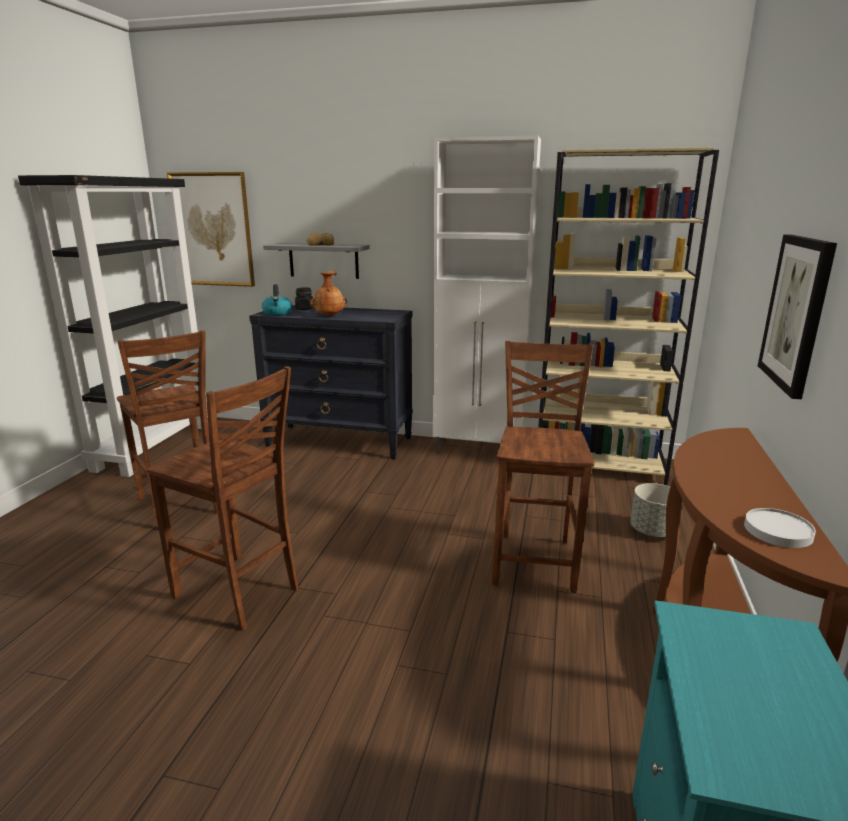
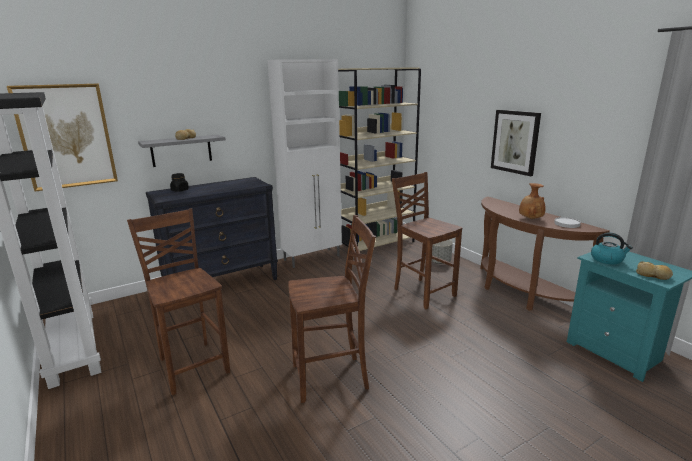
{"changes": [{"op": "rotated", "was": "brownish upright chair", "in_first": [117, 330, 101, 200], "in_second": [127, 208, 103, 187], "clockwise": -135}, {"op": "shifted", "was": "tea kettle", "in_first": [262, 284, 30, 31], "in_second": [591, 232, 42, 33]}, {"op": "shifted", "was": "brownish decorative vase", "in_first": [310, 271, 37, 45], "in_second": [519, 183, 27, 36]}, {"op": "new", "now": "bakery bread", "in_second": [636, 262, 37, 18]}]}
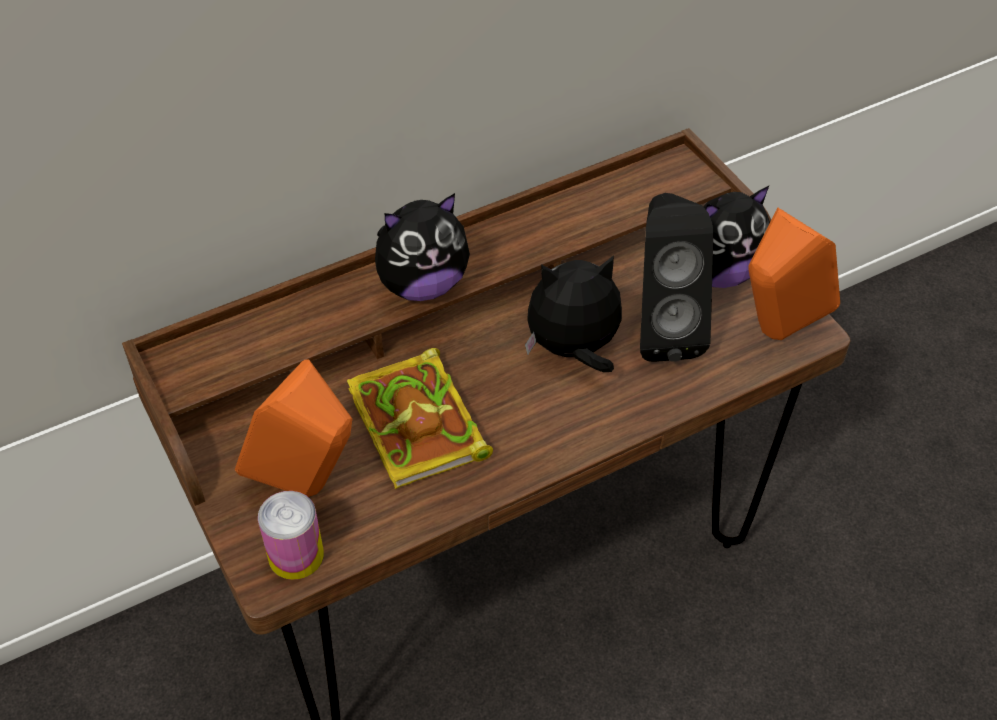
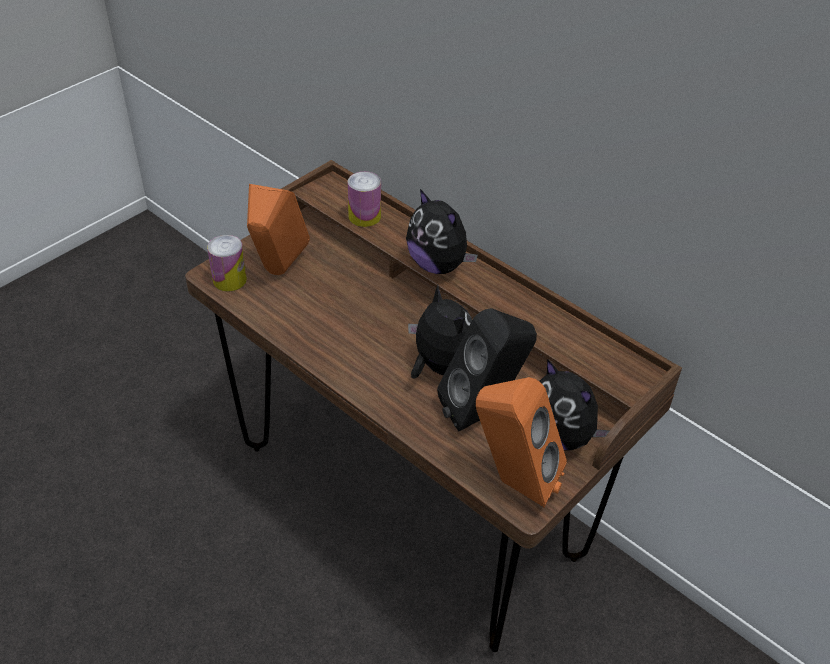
{"changes": [{"op": "gone", "was": "volume", "in_first": [347, 348, 146, 141]}, {"op": "new", "now": "metal can", "in_second": [348, 172, 33, 55]}]}
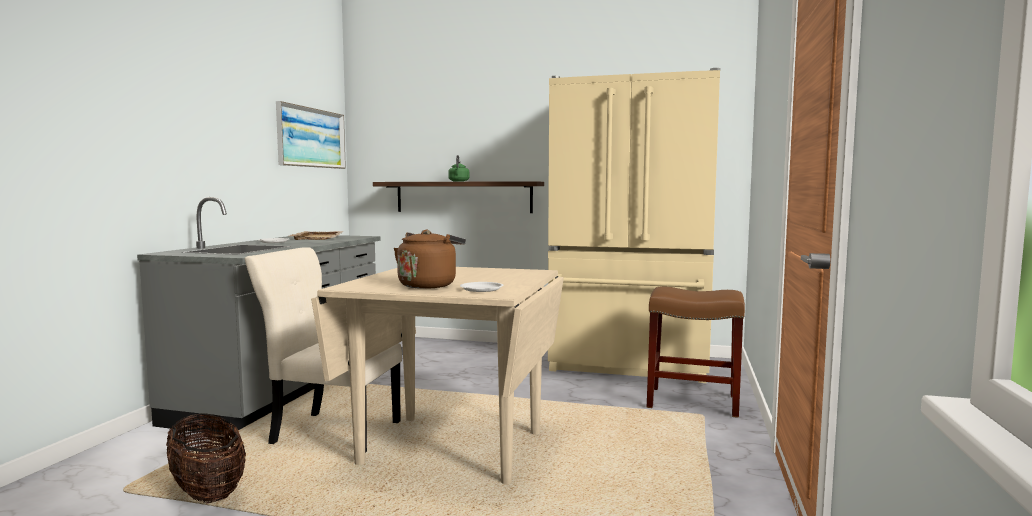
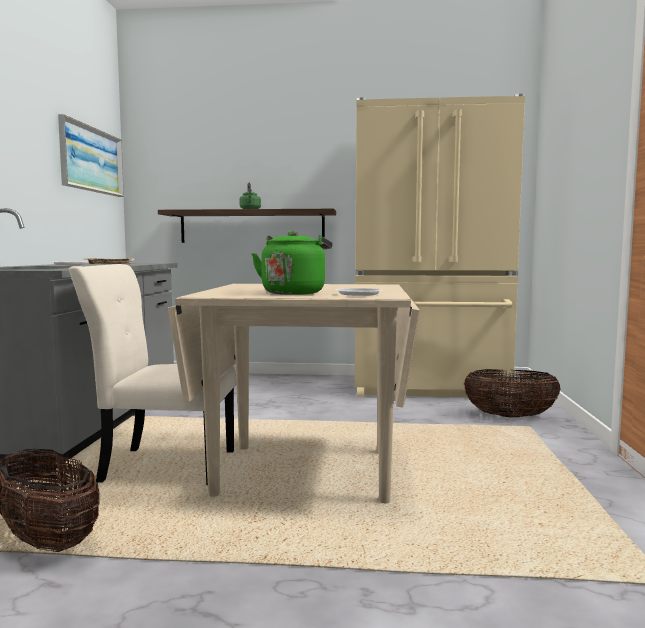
{"changes": [{"op": "repainted", "was": "brownish tea kettle", "now": "green-coloured tea kettle", "in_first": [394, 230, 72, 59], "in_second": [252, 231, 81, 64]}, {"op": "swapped", "was": "brownish stool seat", "now": "household basket", "in_first": [647, 287, 98, 131], "in_second": [464, 369, 97, 48]}]}
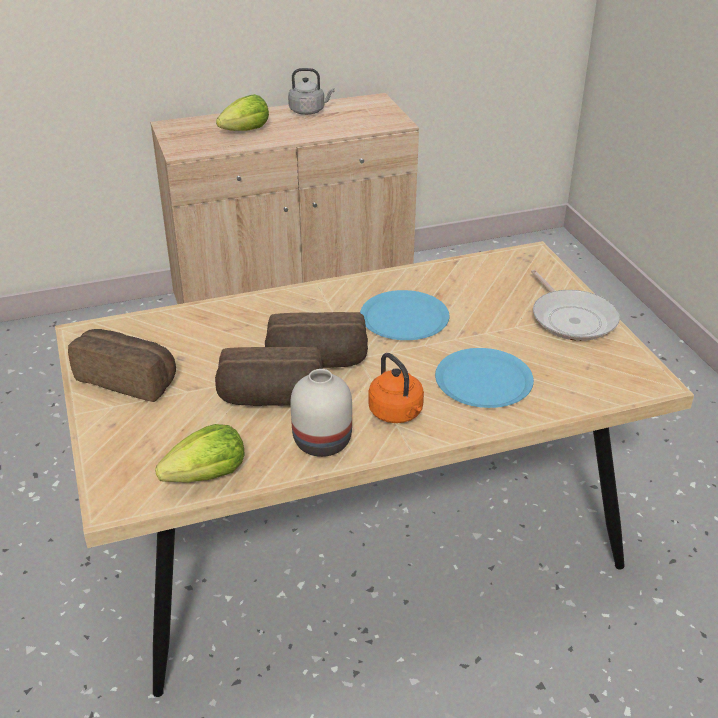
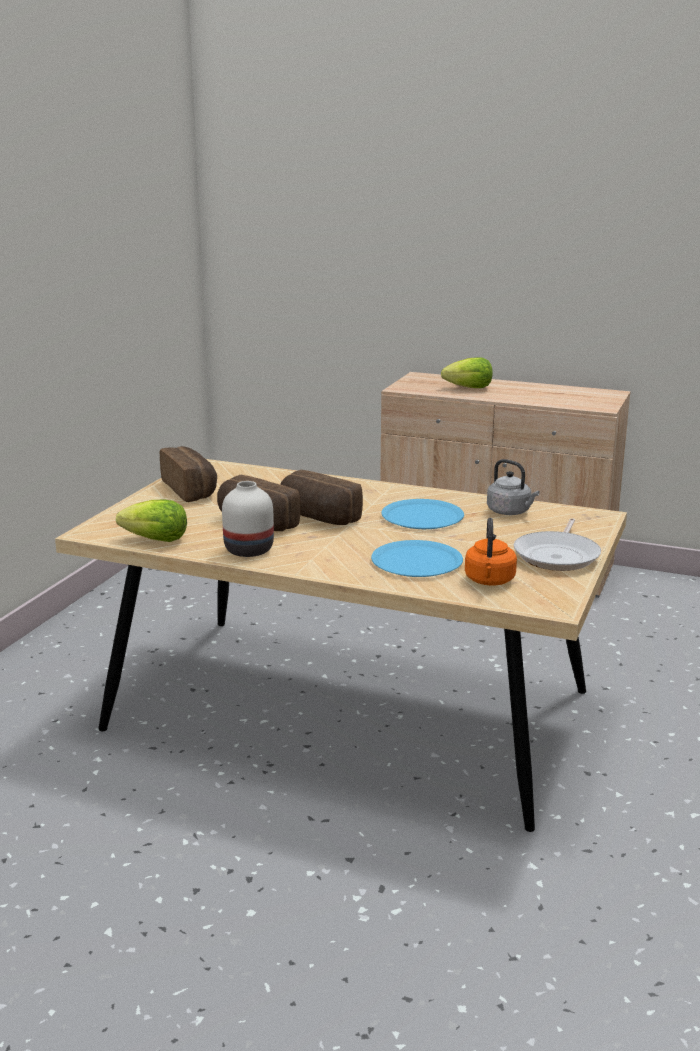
{"changes": [{"op": "shifted", "was": "greyish tea kettle", "in_first": [288, 68, 47, 47], "in_second": [487, 459, 53, 56]}, {"op": "shifted", "was": "orange-coloured tea kettle", "in_first": [368, 353, 56, 70], "in_second": [465, 518, 52, 68]}]}
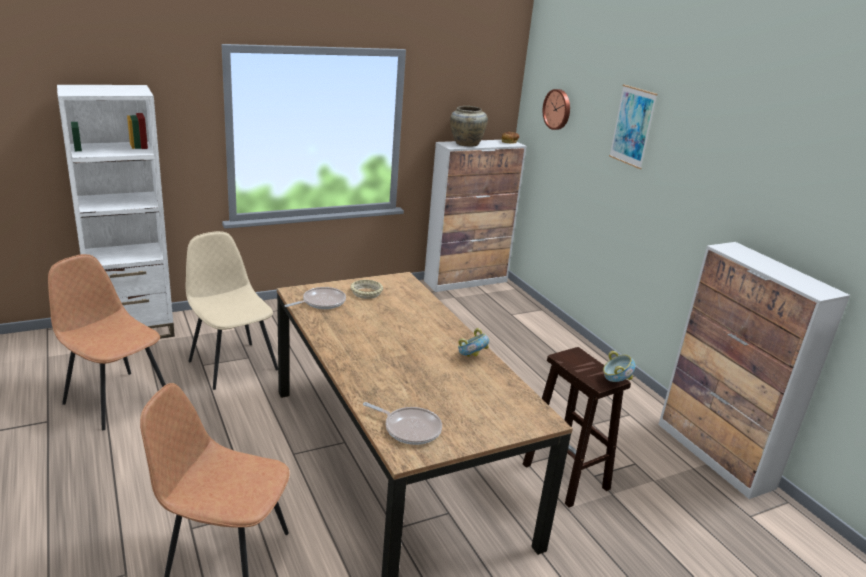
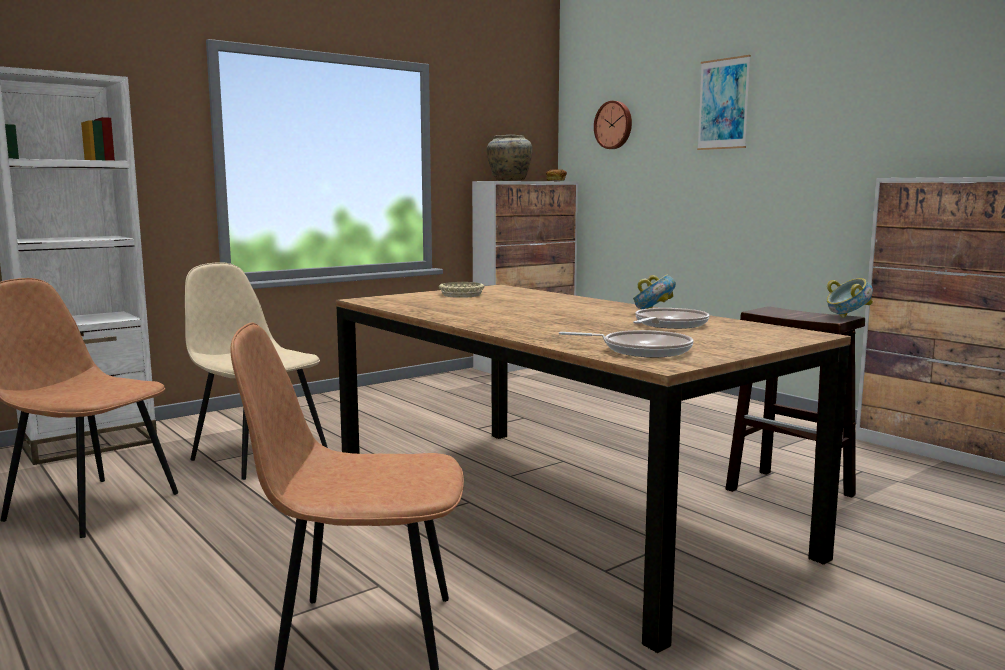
{"changes": [{"op": "shifted", "was": "frying pan", "in_first": [285, 287, 61, 22], "in_second": [633, 308, 77, 21]}]}
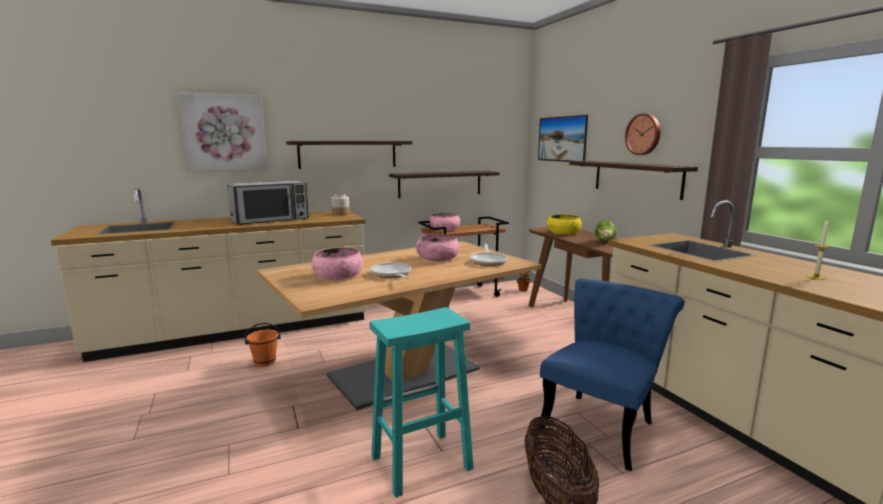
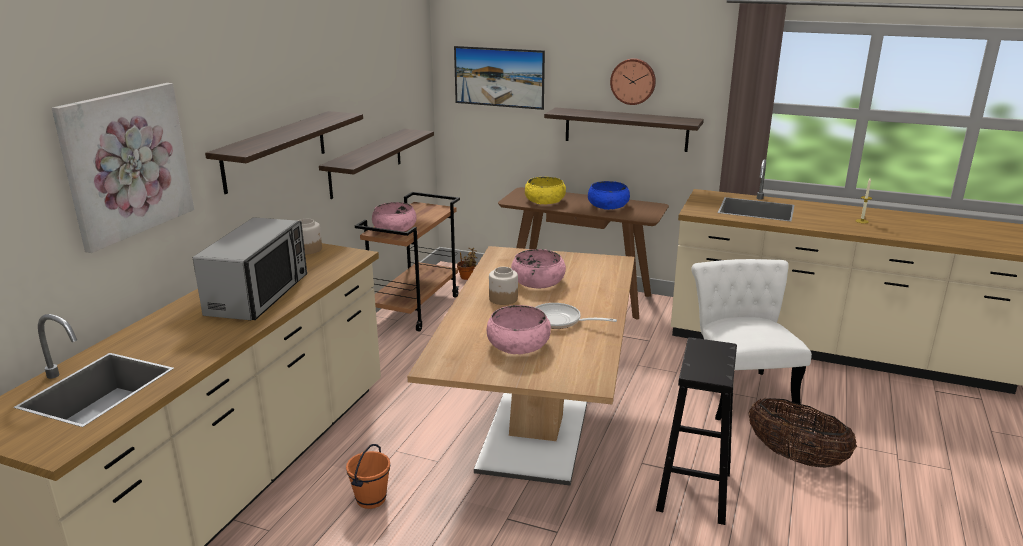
{"changes": [{"op": "repainted", "was": "turquoise stool seat", "now": "black stool seat", "in_first": [370, 307, 104, 191], "in_second": [656, 337, 81, 188]}, {"op": "gone", "was": "frying pan", "in_first": [470, 244, 38, 22]}, {"op": "repainted", "was": "blue-coloured upright chair", "now": "white upright chair", "in_first": [536, 278, 149, 193], "in_second": [691, 259, 121, 161]}, {"op": "swapped", "was": "lettuce", "now": "blue-coloured deep dish", "in_first": [595, 220, 22, 22], "in_second": [588, 181, 42, 29]}, {"op": "new", "now": "storage jar", "in_second": [489, 267, 29, 38]}]}
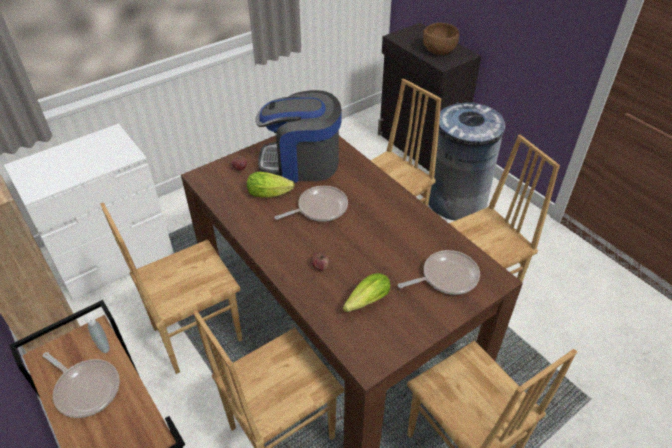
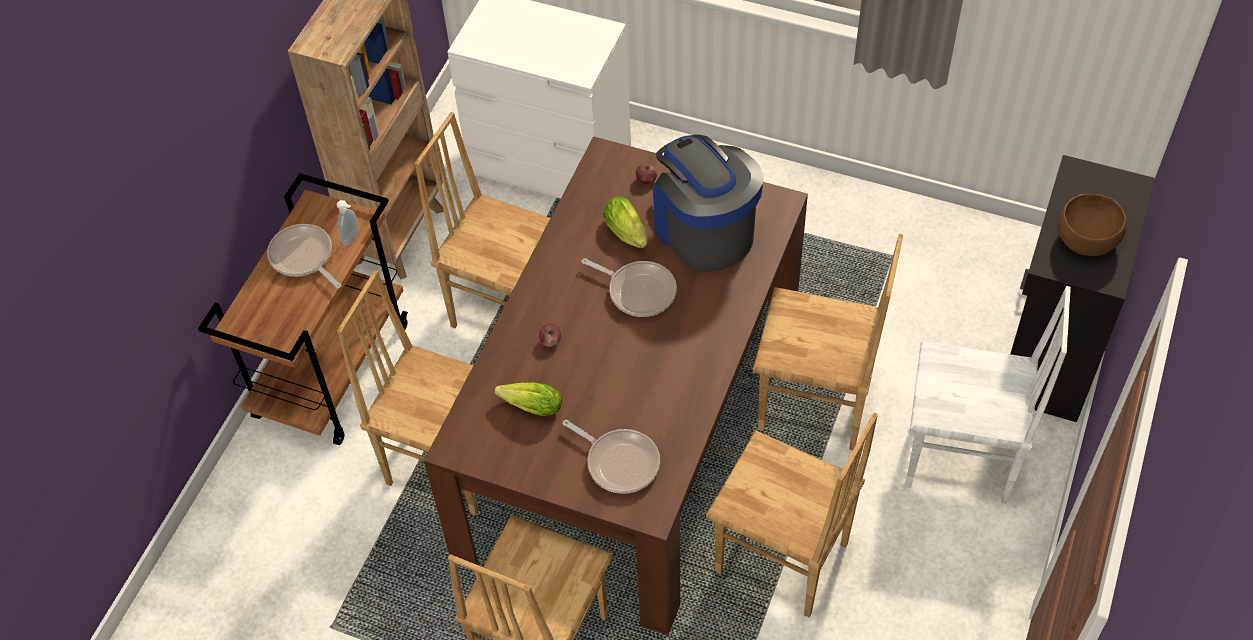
{"changes": [{"op": "rotated", "was": "frying pan", "in_first": [43, 352, 77, 66], "in_second": [267, 224, 75, 65], "clockwise": 135}, {"op": "swapped", "was": "greyish rubbish bin", "now": "white upright chair", "in_first": [428, 102, 77, 119], "in_second": [905, 286, 166, 218]}]}
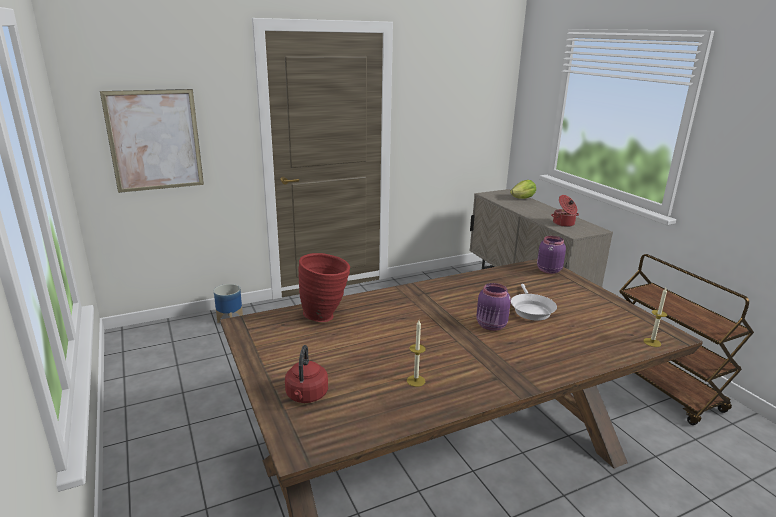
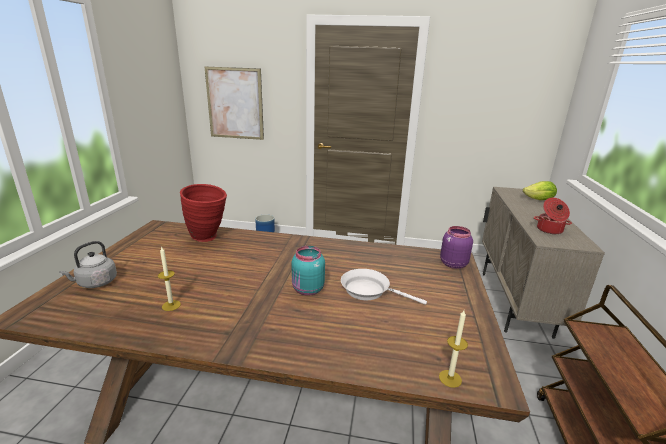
{"changes": [{"op": "repainted", "was": "red-coloured tea kettle", "now": "greyish tea kettle", "in_first": [285, 345, 43, 58], "in_second": [59, 241, 58, 47]}, {"op": "repainted", "was": "purple storage jar", "now": "turquoise storage jar", "in_first": [476, 283, 35, 48], "in_second": [292, 246, 33, 50]}, {"op": "rotated", "was": "white frying pan", "in_first": [511, 284, 46, 36], "in_second": [341, 269, 86, 36], "clockwise": 75}]}
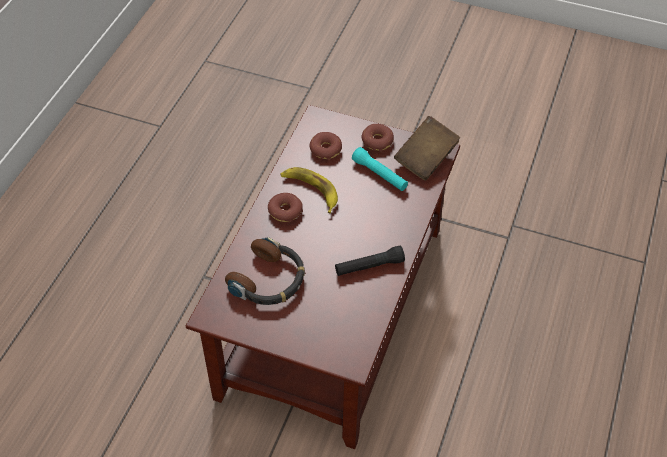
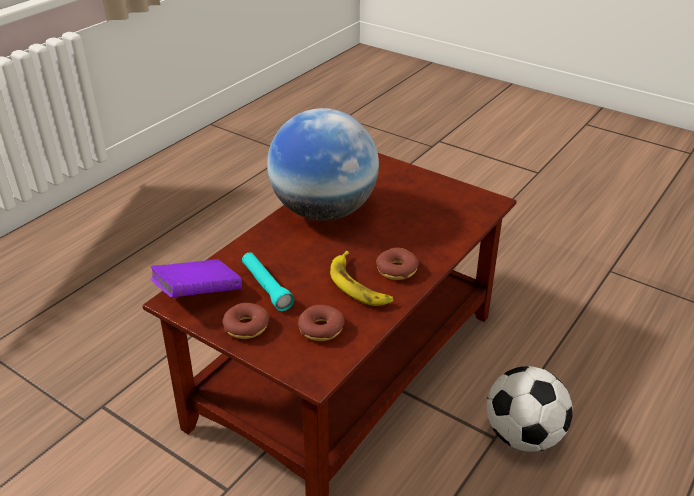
{"changes": [{"op": "gone", "was": "pair of headphones", "in_first": [225, 237, 80, 68]}, {"op": "swapped", "was": "black flashlight", "now": "world globe", "in_first": [335, 246, 70, 30], "in_second": [267, 108, 112, 113]}, {"op": "repainted", "was": "brownish volume", "now": "purple volume", "in_first": [394, 116, 66, 65], "in_second": [150, 259, 92, 39]}, {"op": "new", "now": "football ball", "in_second": [487, 366, 86, 86]}]}
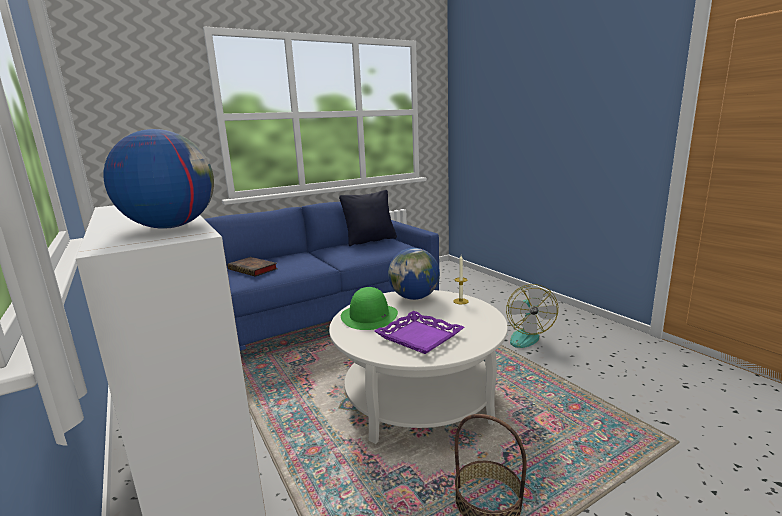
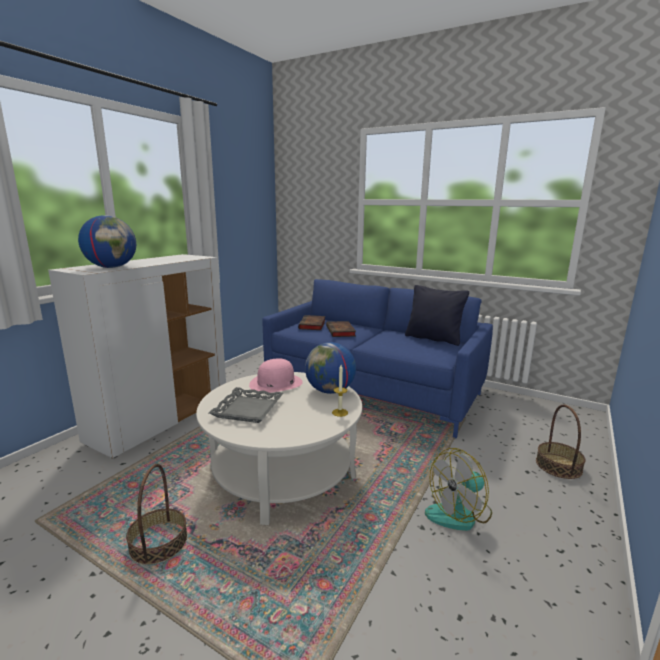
{"changes": [{"op": "repainted", "was": "green-coloured wearable hat", "now": "pink-coloured wearable hat", "in_first": [341, 287, 57, 43], "in_second": [249, 358, 54, 35]}, {"op": "repainted", "was": "purple serving tray", "now": "greyish serving tray", "in_first": [374, 311, 90, 43], "in_second": [209, 387, 74, 36]}, {"op": "new", "now": "volume", "in_second": [326, 321, 30, 16]}, {"op": "new", "now": "household basket", "in_second": [536, 405, 50, 74]}]}
